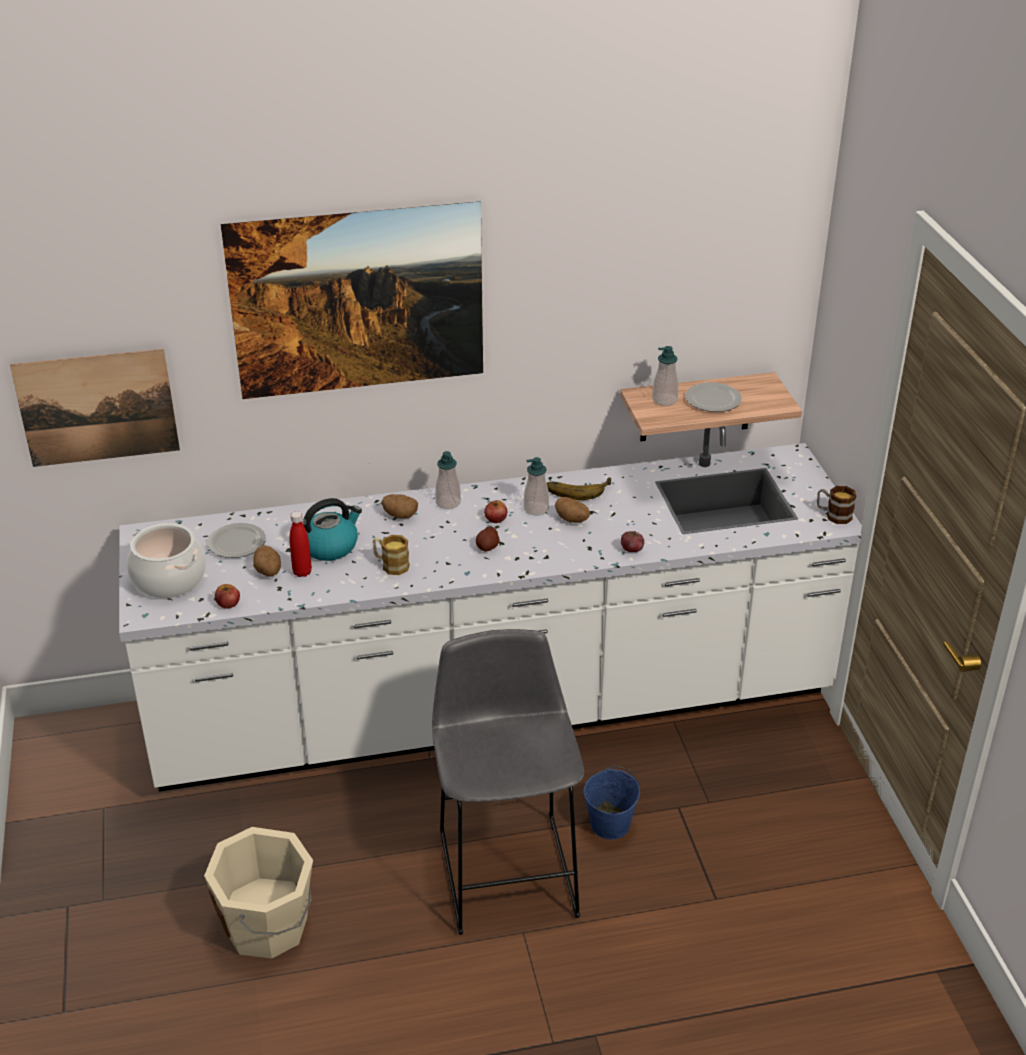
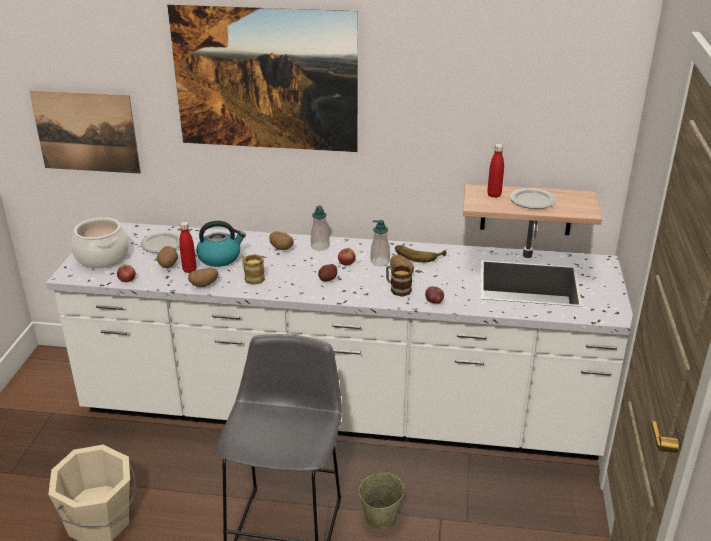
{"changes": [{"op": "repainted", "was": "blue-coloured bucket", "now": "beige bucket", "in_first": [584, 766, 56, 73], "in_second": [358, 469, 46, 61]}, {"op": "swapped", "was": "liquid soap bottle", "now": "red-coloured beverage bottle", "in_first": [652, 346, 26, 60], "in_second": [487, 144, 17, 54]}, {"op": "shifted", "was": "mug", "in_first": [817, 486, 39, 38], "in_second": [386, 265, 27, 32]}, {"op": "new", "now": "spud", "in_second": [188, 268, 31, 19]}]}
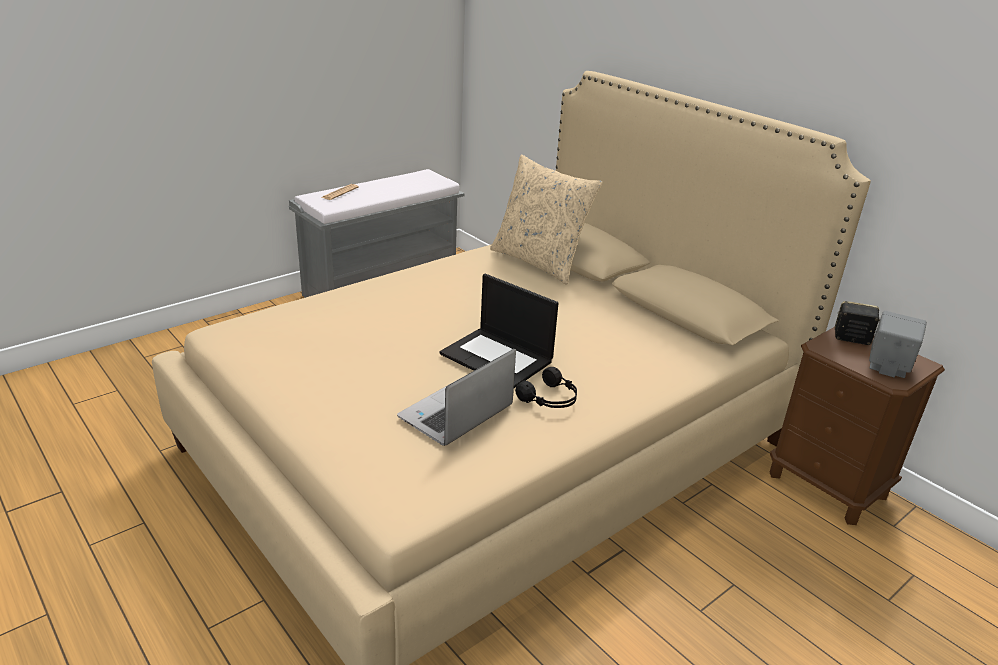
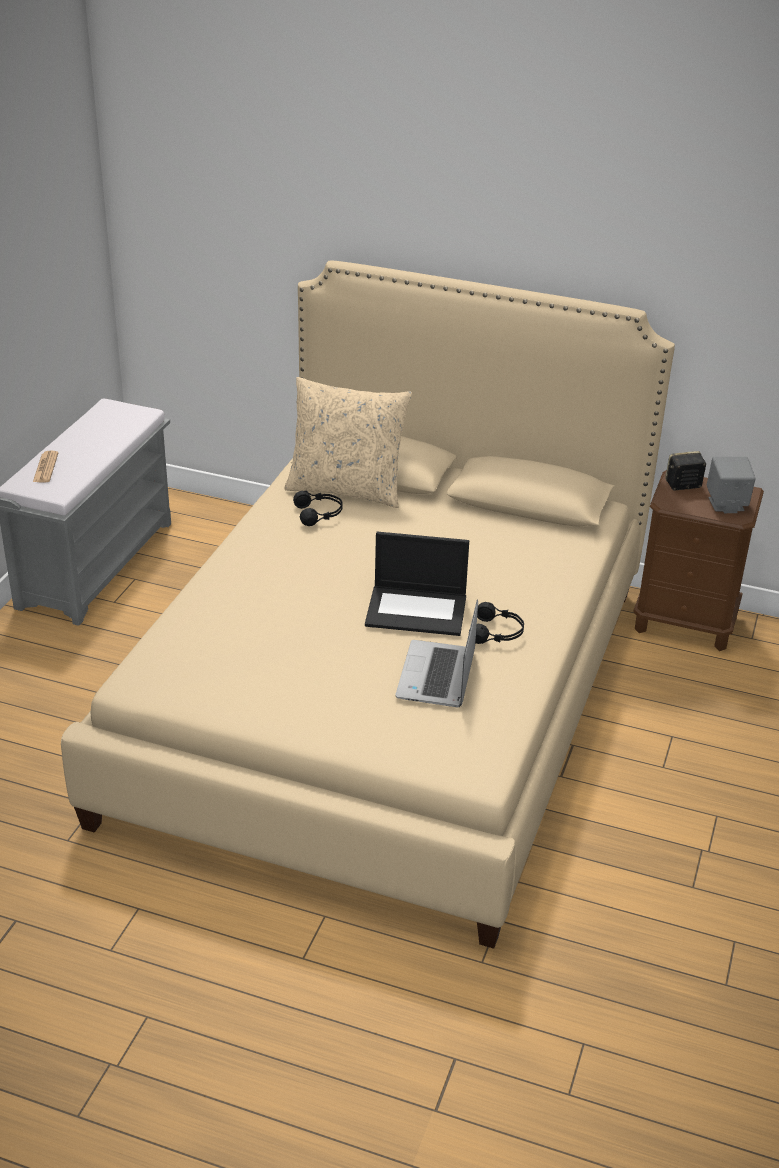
{"changes": [{"op": "new", "now": "black pair of headphones", "in_second": [293, 490, 50, 36]}]}
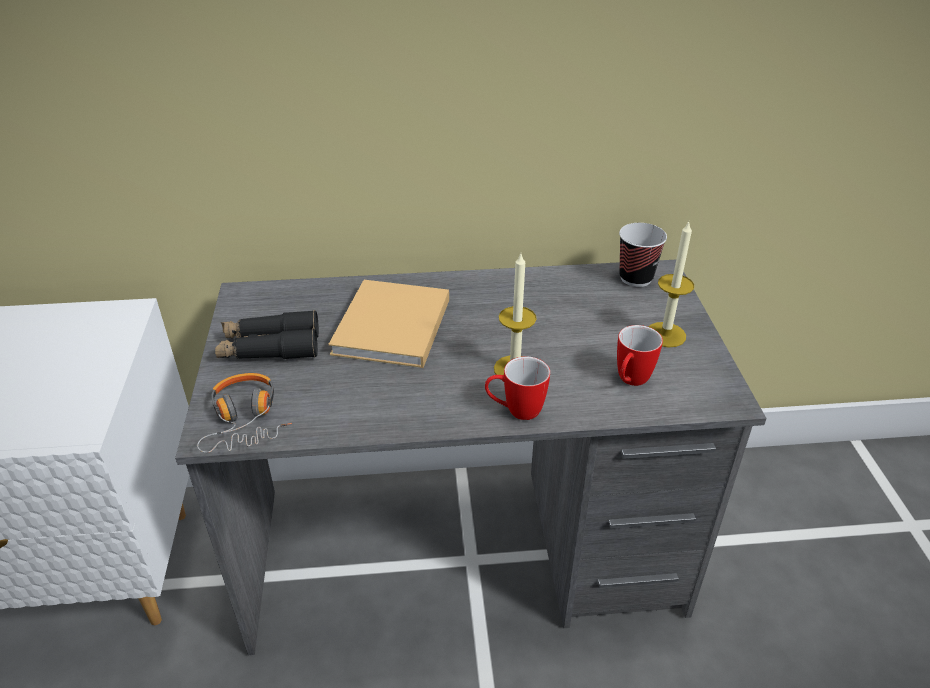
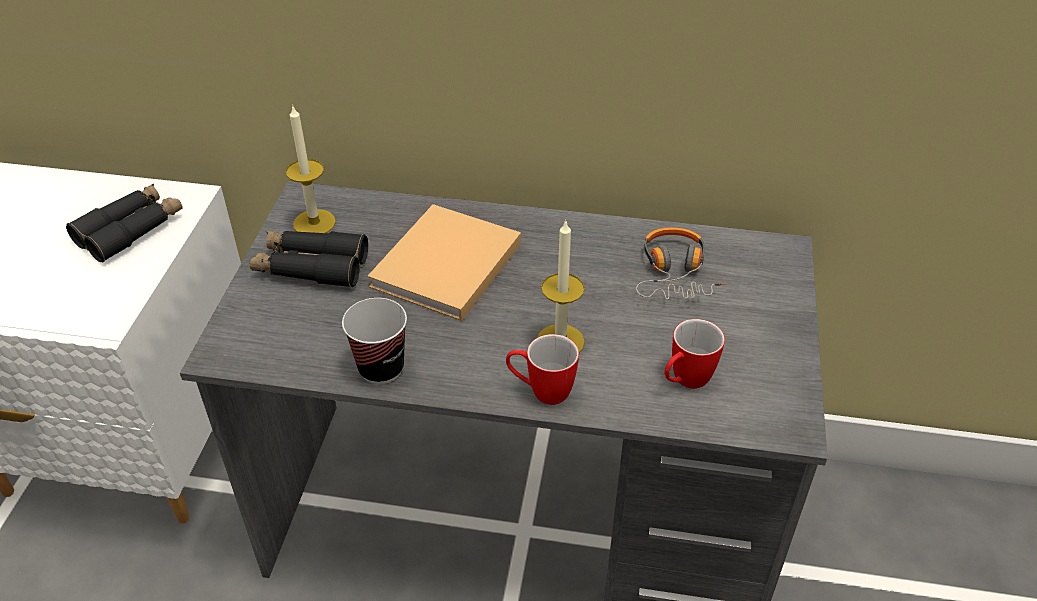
{"changes": [{"op": "shifted", "was": "pair of headphones", "in_first": [197, 373, 95, 80], "in_second": [636, 227, 90, 73]}, {"op": "shifted", "was": "drinking cup", "in_first": [619, 223, 48, 64], "in_second": [342, 298, 65, 86]}, {"op": "shifted", "was": "wax candle", "in_first": [649, 222, 45, 125], "in_second": [286, 104, 50, 129]}, {"op": "new", "now": "black binoculars", "in_second": [66, 183, 116, 79]}]}
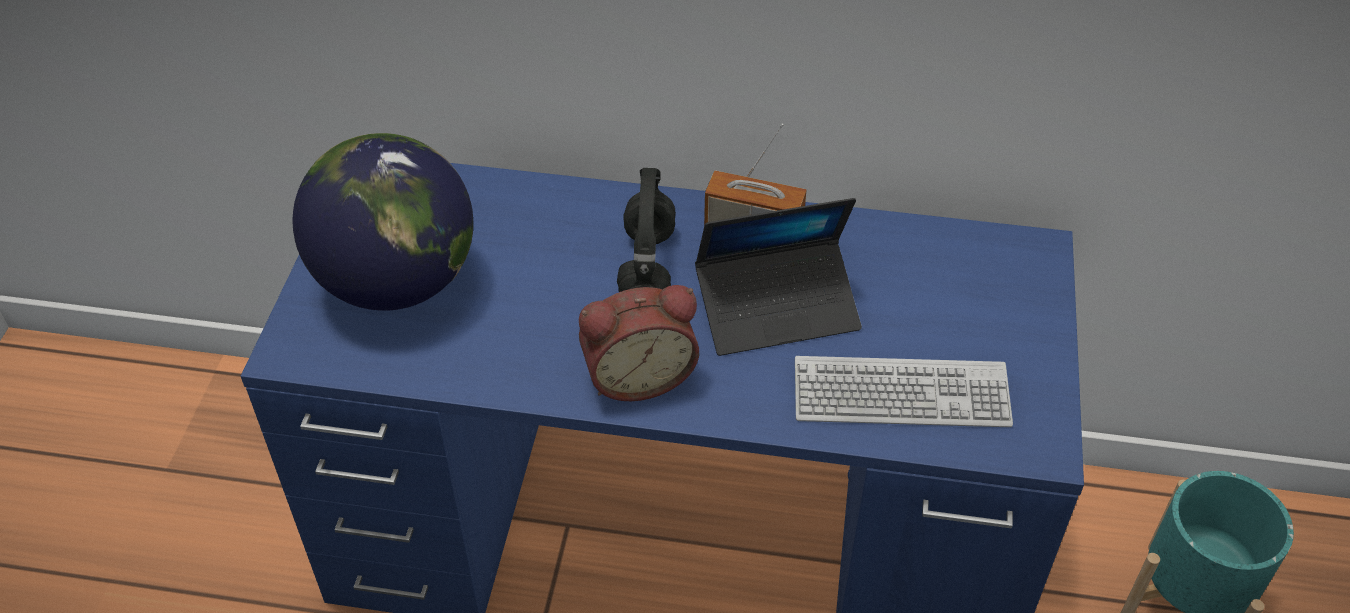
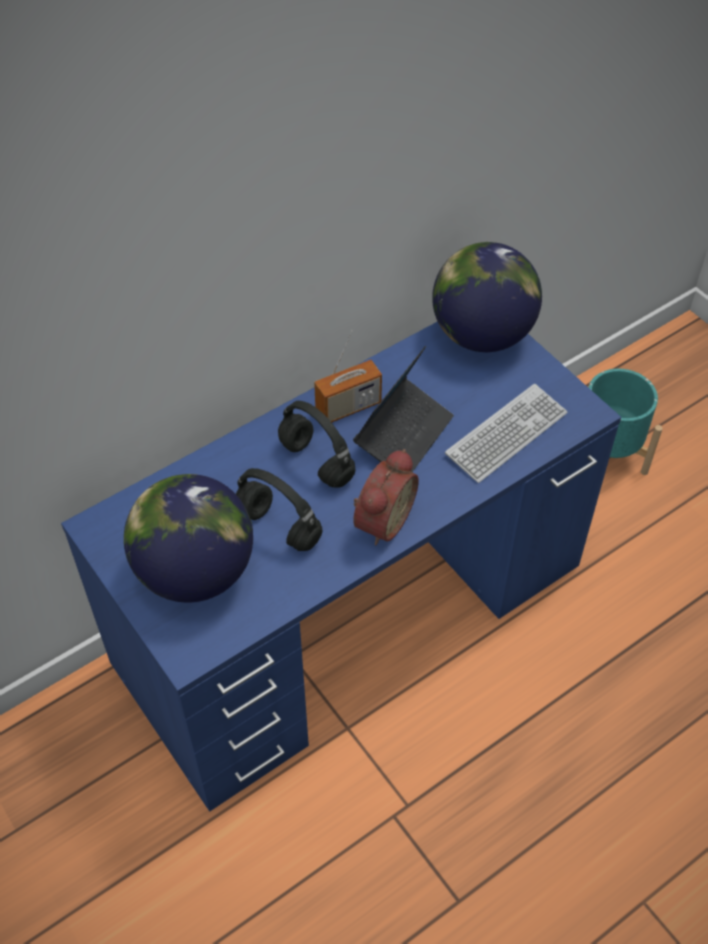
{"changes": [{"op": "new", "now": "black pair of headphones", "in_second": [236, 468, 86, 83]}, {"op": "new", "now": "world globe", "in_second": [432, 242, 110, 110]}]}
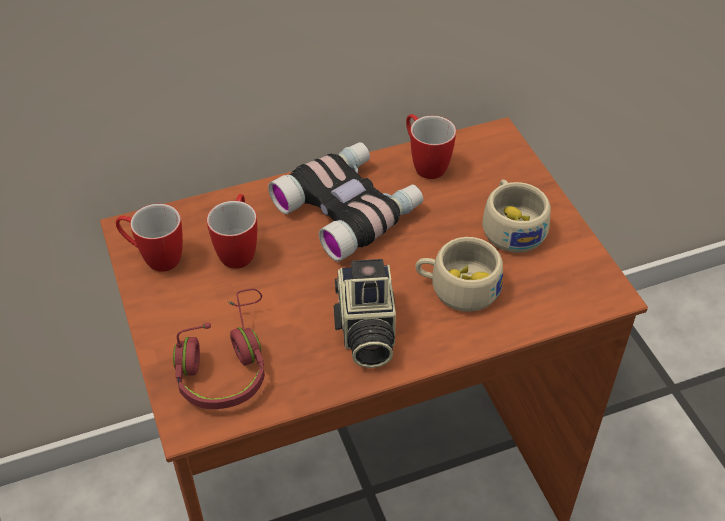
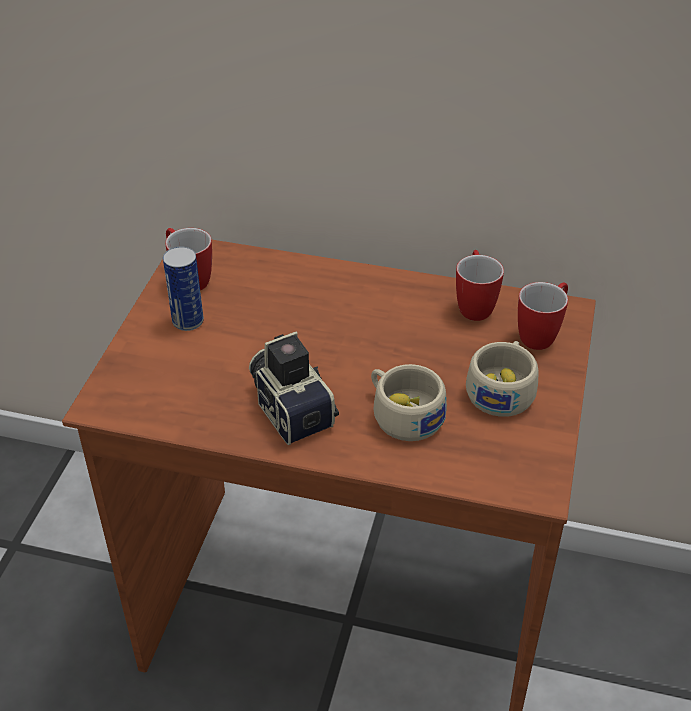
{"changes": [{"op": "gone", "was": "red-coloured pair of headphones", "in_first": [173, 289, 92, 120]}, {"op": "shifted", "was": "mug", "in_first": [207, 194, 50, 75], "in_second": [518, 282, 50, 68]}, {"op": "gone", "was": "binoculars", "in_first": [268, 142, 155, 120]}, {"op": "rotated", "was": "still camera", "in_first": [333, 259, 63, 109], "in_second": [249, 332, 90, 113], "clockwise": 120}, {"op": "new", "now": "metal can", "in_second": [163, 247, 41, 84]}]}
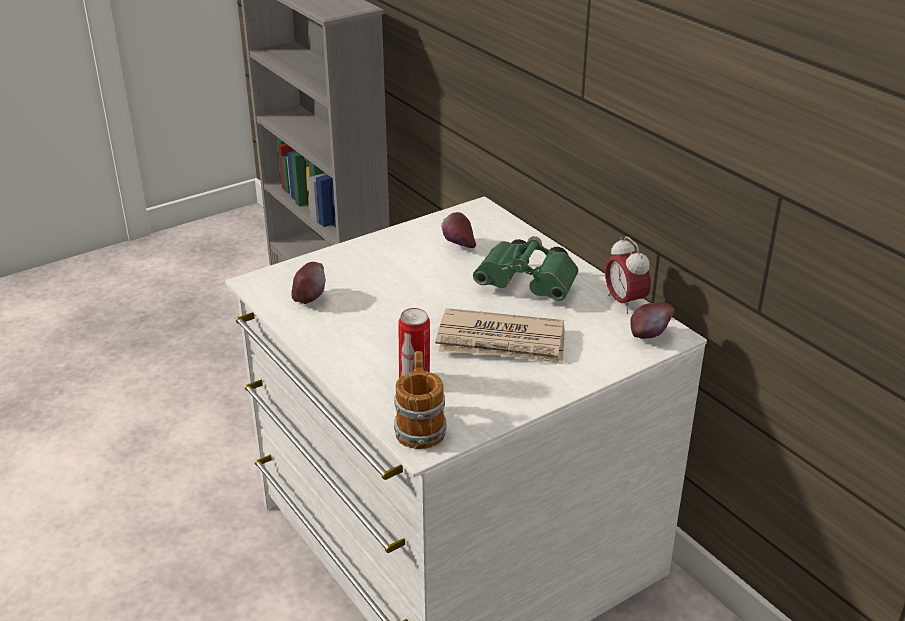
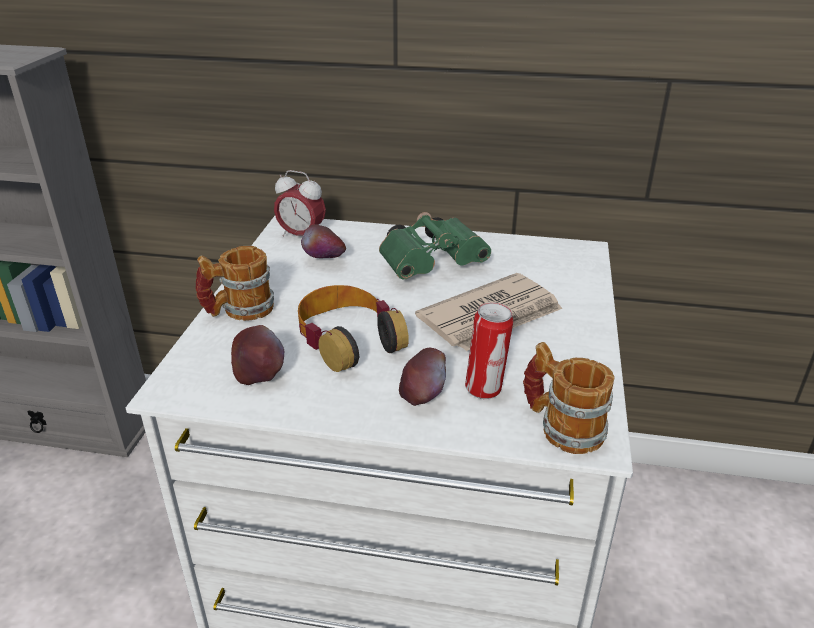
{"changes": [{"op": "shifted", "was": "alarm clock", "in_first": [605, 236, 46, 78], "in_second": [274, 170, 52, 67]}, {"op": "shifted", "was": "whole apple", "in_first": [630, 302, 45, 37], "in_second": [399, 348, 47, 58]}, {"op": "new", "now": "mug", "in_second": [195, 246, 79, 75]}, {"op": "new", "now": "pair of headphones", "in_second": [298, 285, 111, 87]}]}
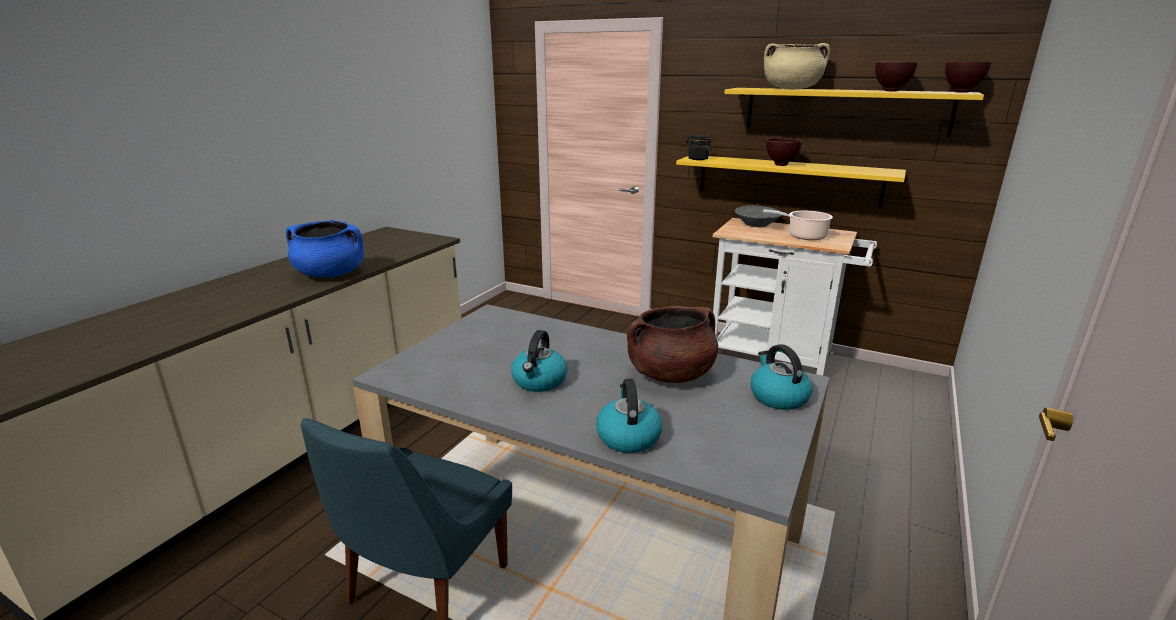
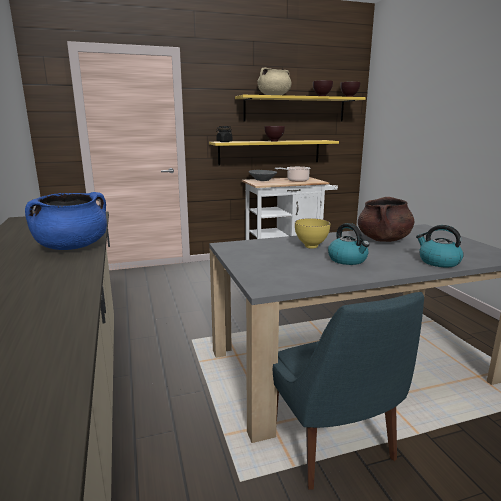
{"changes": [{"op": "gone", "was": "tea kettle", "in_first": [750, 344, 62, 66]}, {"op": "new", "now": "yellow-coloured deep dish", "in_second": [295, 218, 35, 31]}]}
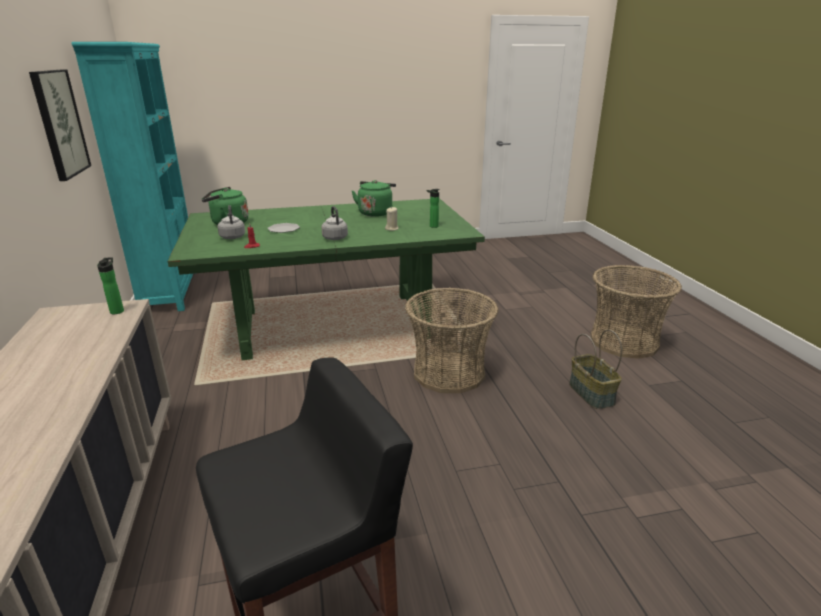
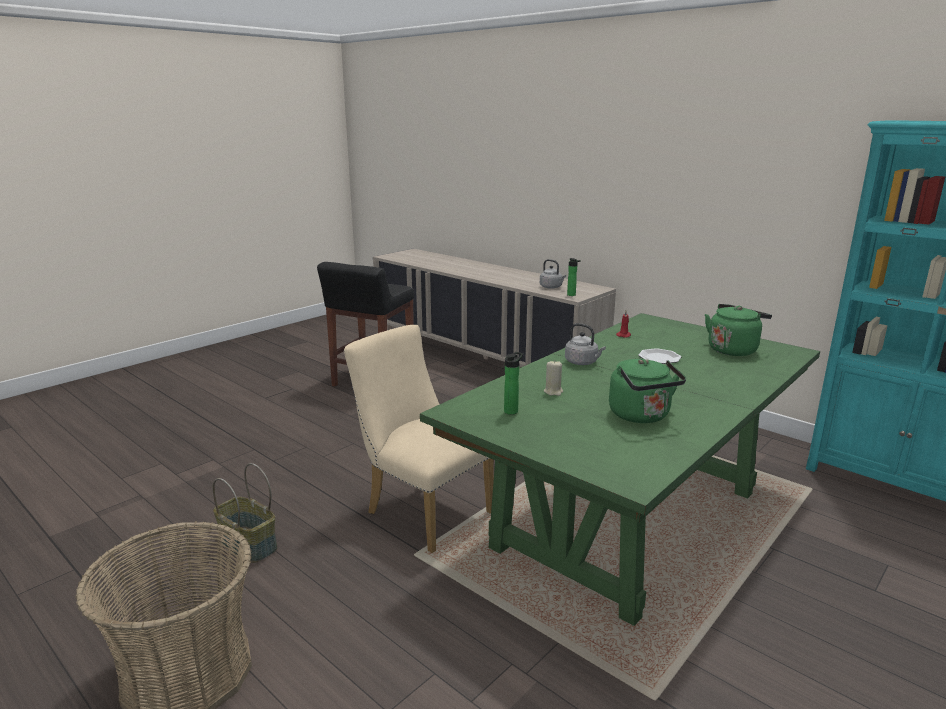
{"changes": [{"op": "gone", "was": "picture", "in_first": [29, 70, 62, 111]}, {"op": "shifted", "was": "greyish tea kettle", "in_first": [217, 205, 28, 34], "in_second": [540, 259, 26, 30]}, {"op": "swapped", "was": "household basket", "now": "beige upright chair", "in_first": [405, 287, 94, 106], "in_second": [344, 325, 150, 228]}]}
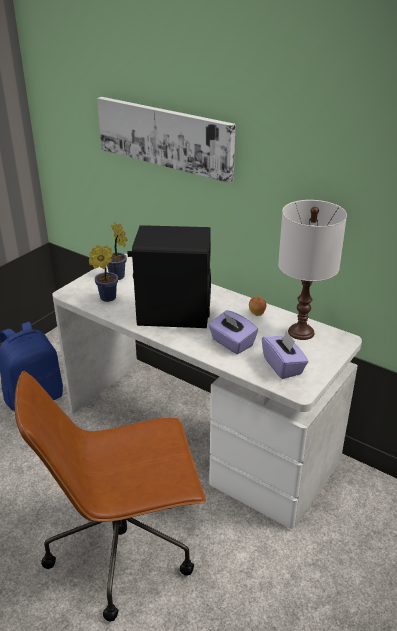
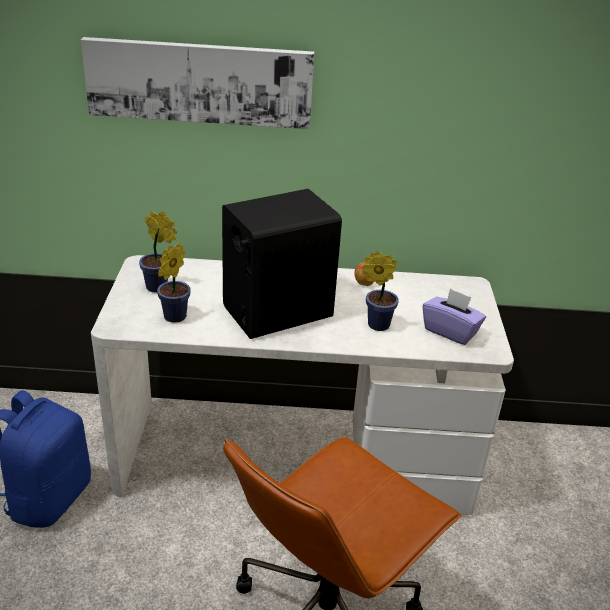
{"changes": [{"op": "swapped", "was": "purple tissue box", "now": "potted plant", "in_first": [208, 310, 50, 44], "in_second": [361, 251, 38, 80]}, {"op": "gone", "was": "white lamp for a table", "in_first": [278, 200, 69, 140]}]}
